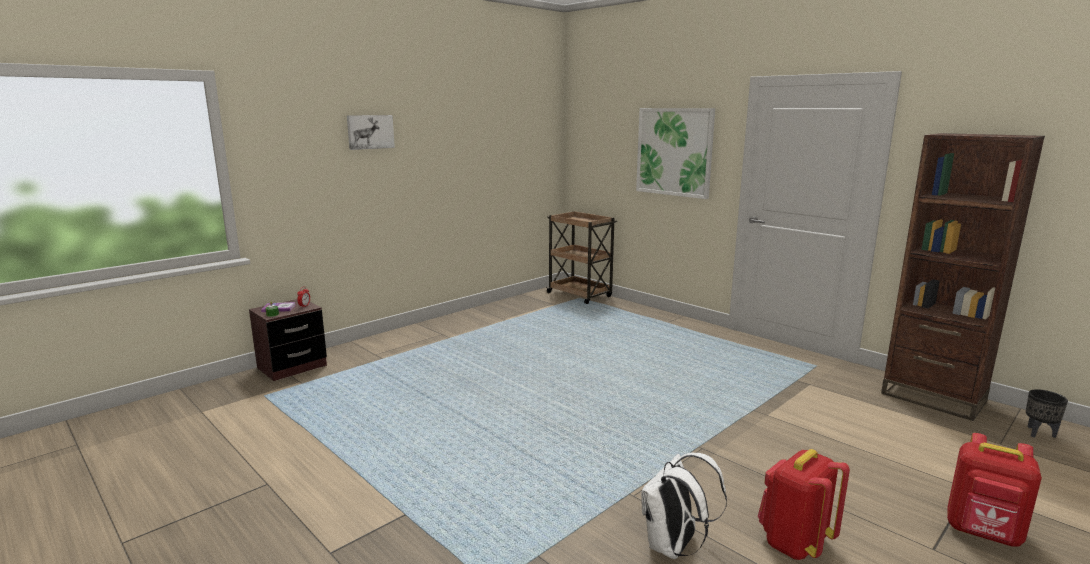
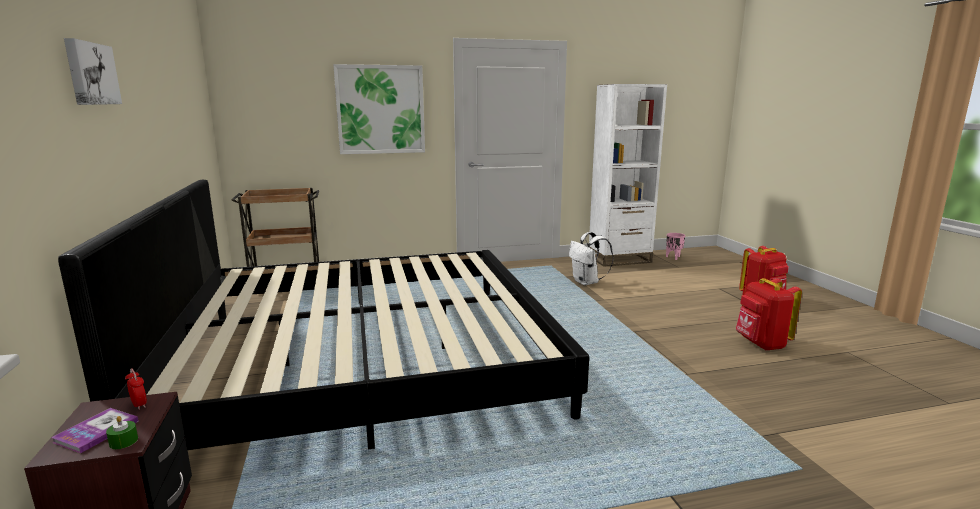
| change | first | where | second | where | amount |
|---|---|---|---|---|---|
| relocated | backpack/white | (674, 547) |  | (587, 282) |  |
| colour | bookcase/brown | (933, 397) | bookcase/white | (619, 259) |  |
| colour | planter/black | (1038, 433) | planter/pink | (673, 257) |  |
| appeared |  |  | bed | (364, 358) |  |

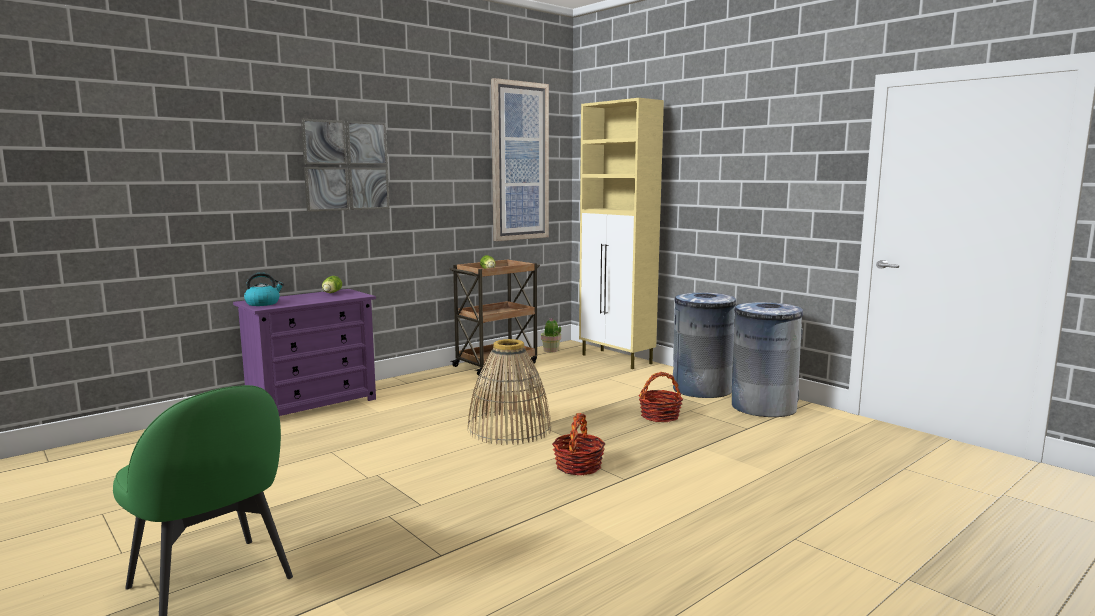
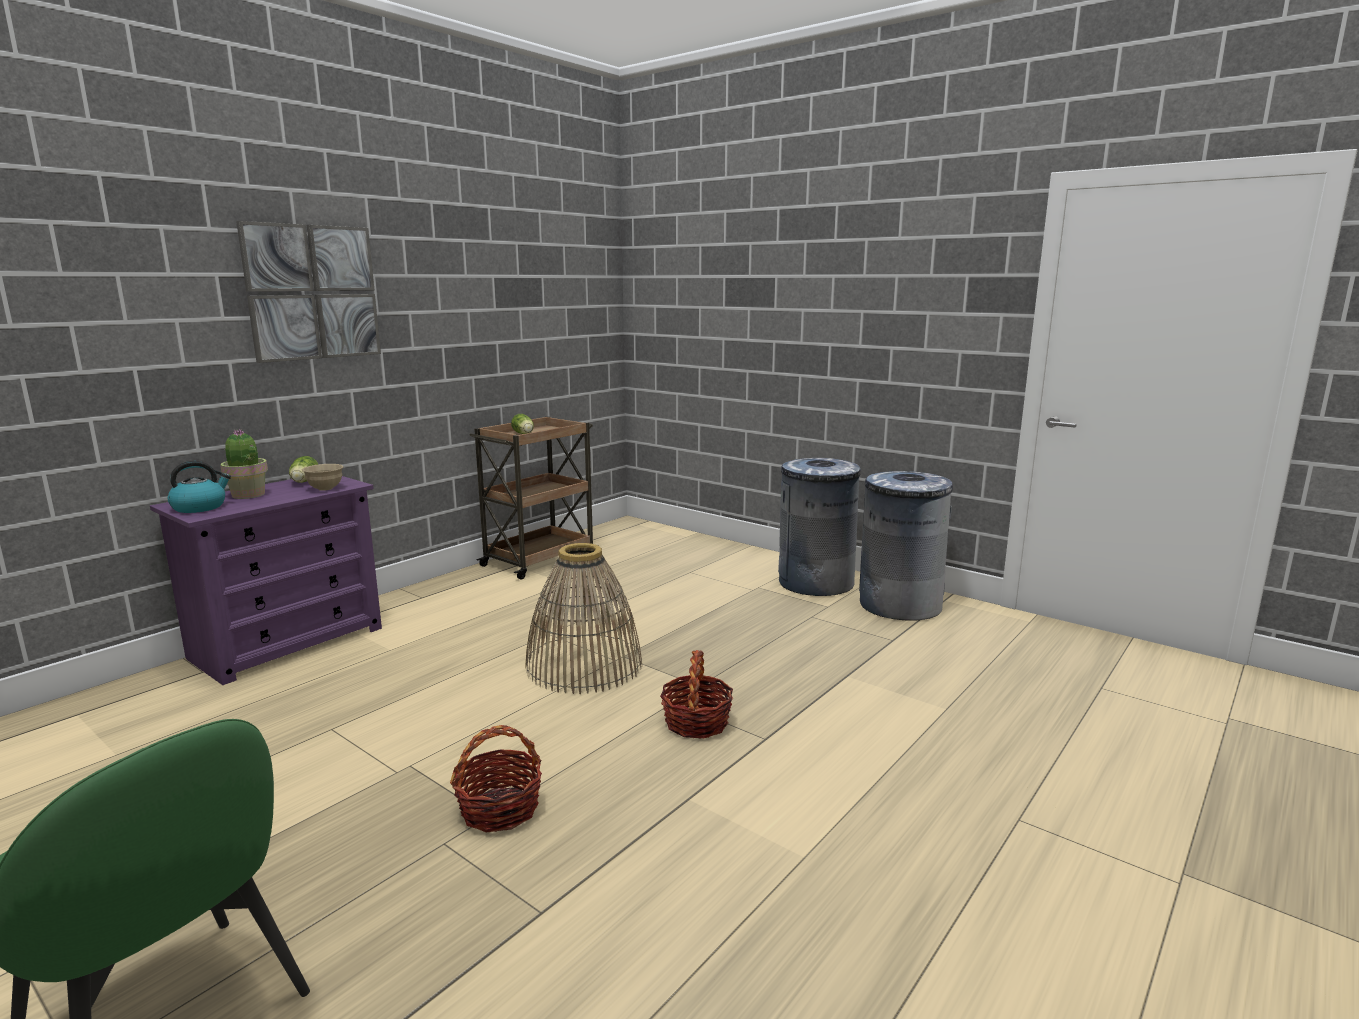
| change | first | where | second | where | amount |
|---|---|---|---|---|---|
| missing | picture | (519, 161) |  |  |  |
| relocated | potted plant | (551, 350) |  | (248, 495) |  |
| missing | cabinet/beige | (617, 359) |  |  |  |
| relocated | basket | (660, 416) |  | (500, 809) |  |
| appeared |  |  | bowl/beige | (325, 489) |  |

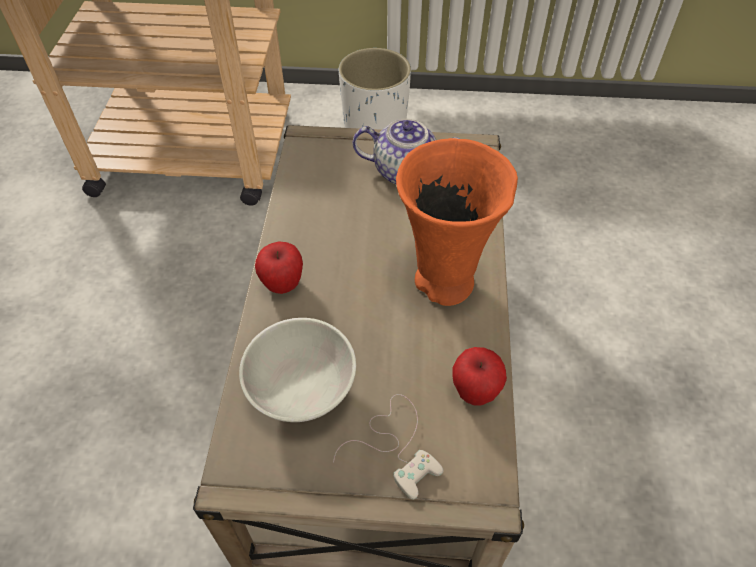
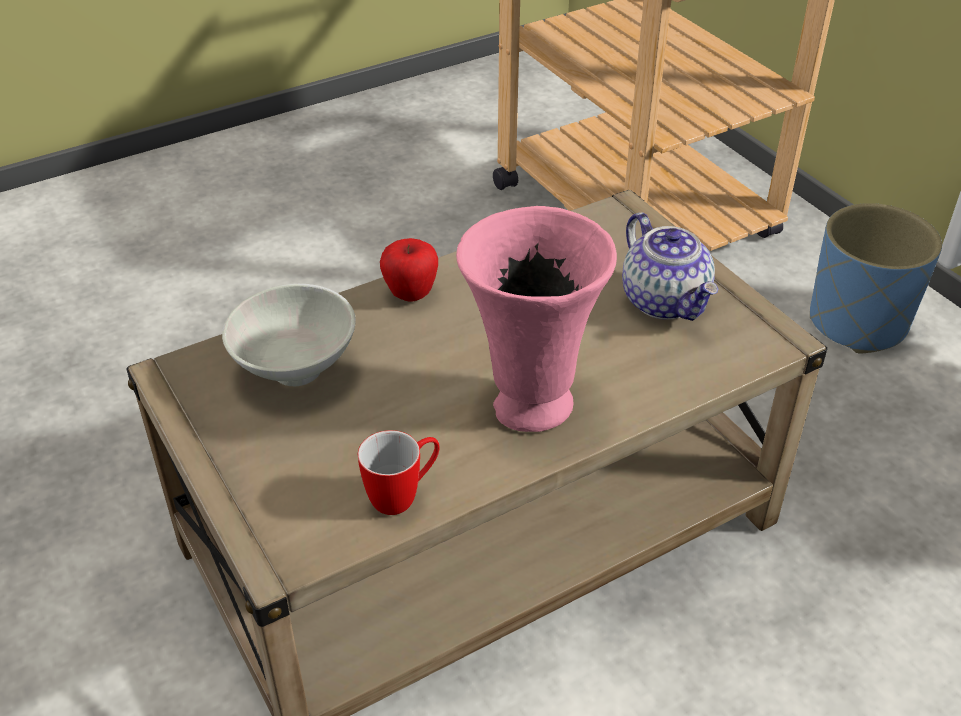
| change | first | where | second | where | amount |
|---|---|---|---|---|---|
| missing | game controller/white | (396, 445) |  |  |  |
| colour | planter/white | (375, 127) | planter/blue | (858, 323) |  |
| colour | vase/orange | (444, 284) | vase/pink | (529, 406) |  |
| exchanged | apple | (475, 392) | mug | (403, 495) |  |

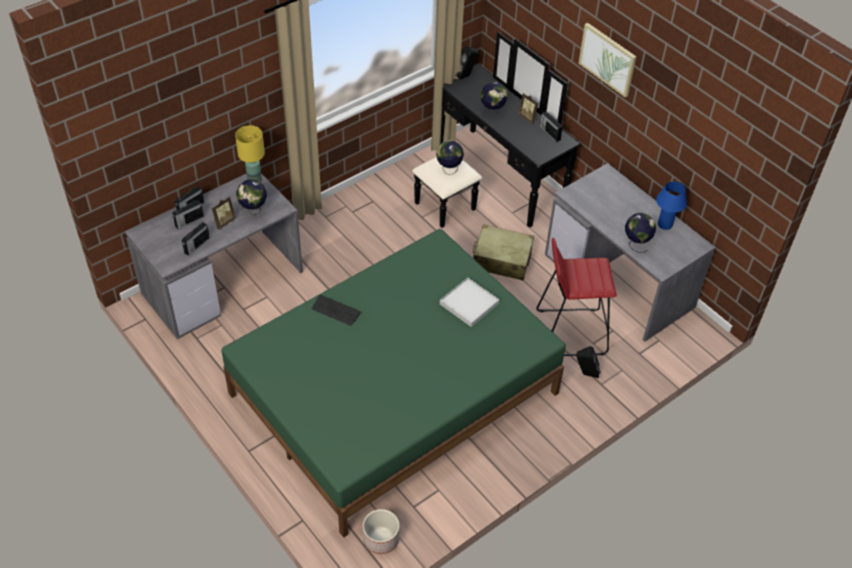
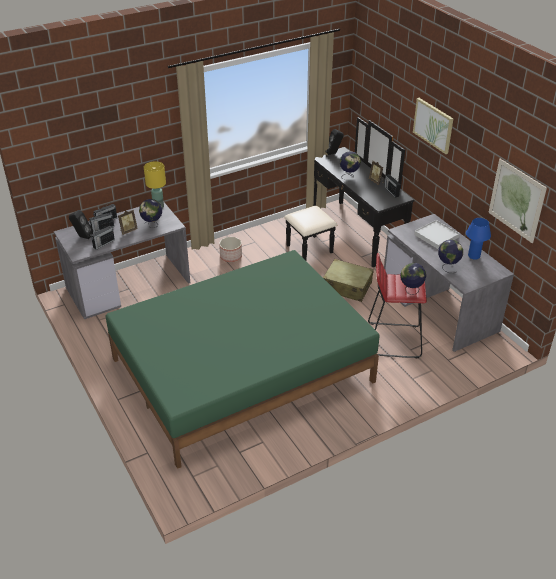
| change | first | where | second | where | amount |
|---|---|---|---|---|---|
| missing | keyboard | (335, 311) |  |  |  |
| relocated | planter | (381, 538) |  | (231, 256) |  |
| relocated | globe | (449, 170) |  | (411, 290) |  |
| relocated | tray/white | (469, 303) |  | (436, 236) |  |
| relocated | speaker/black | (585, 373) |  | (82, 237) |  |
| appeared |  |  | picture | (516, 200) |  |

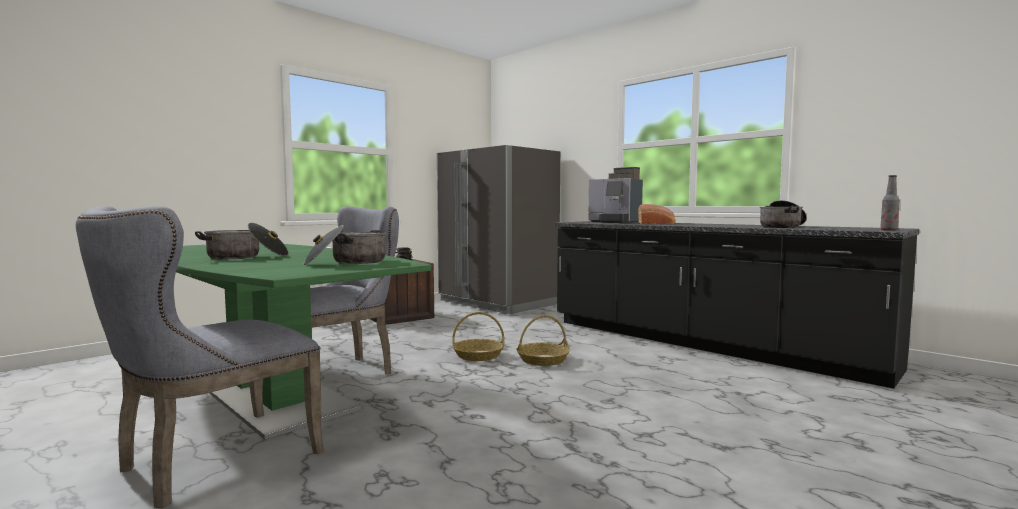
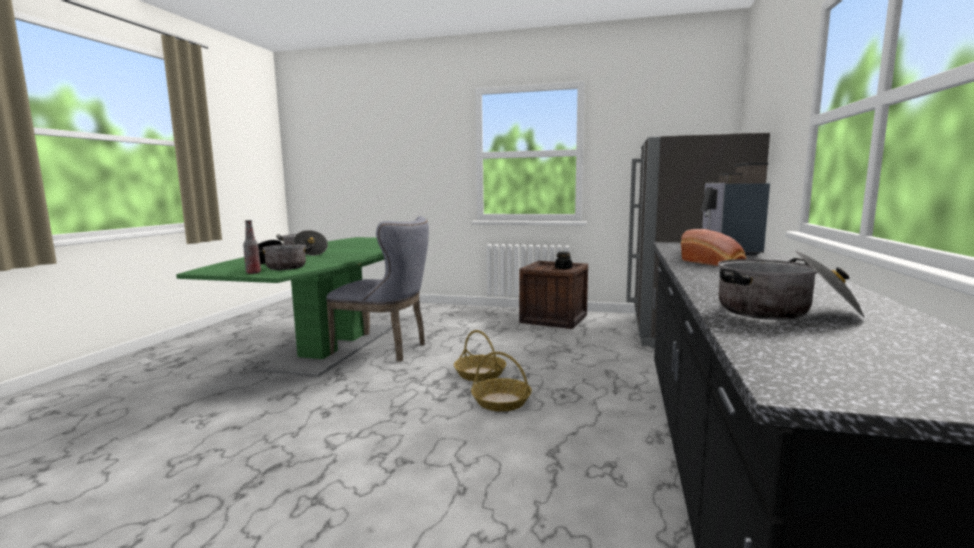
| change | first | where | second | where | amount |
|---|---|---|---|---|---|
| missing | chair/grey | (209, 463) |  |  |  |
| relocated | bottle | (888, 230) |  | (253, 273) |  |

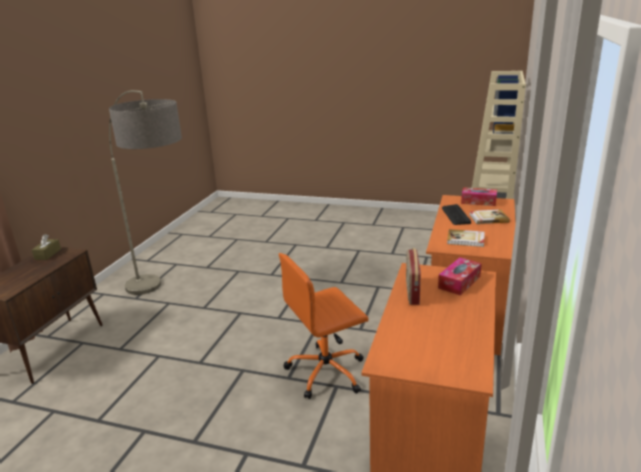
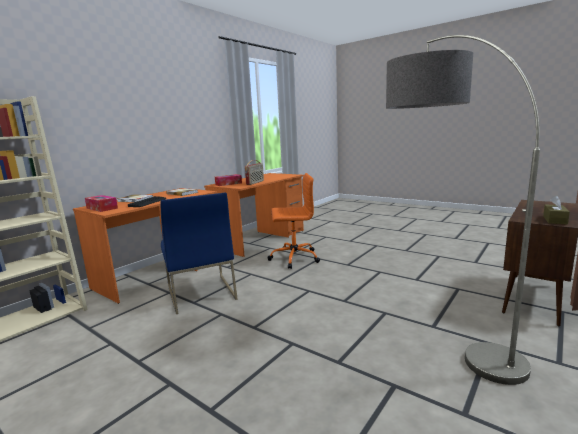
| change | first | where | second | where | amount |
|---|---|---|---|---|---|
| appeared |  |  | chair/blue | (200, 293) |  |

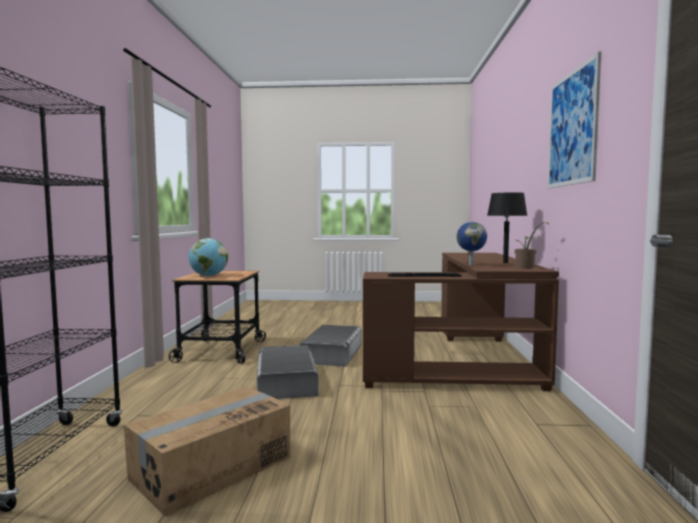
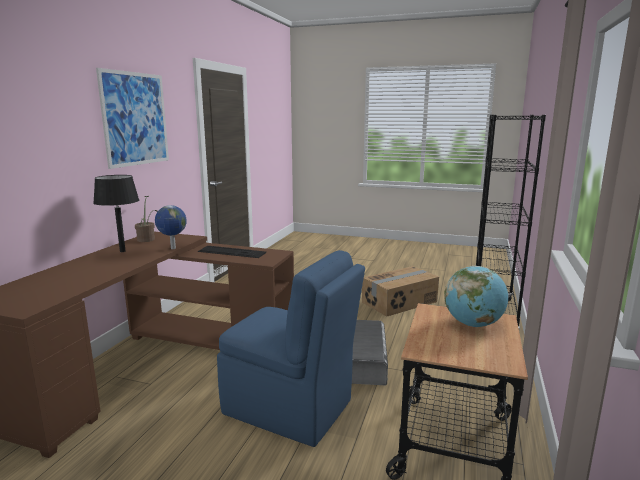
| change | first | where | second | where | amount |
|---|---|---|---|---|---|
| exchanged | storage box/grey | (331, 353) | chair/blue | (290, 408) |  |

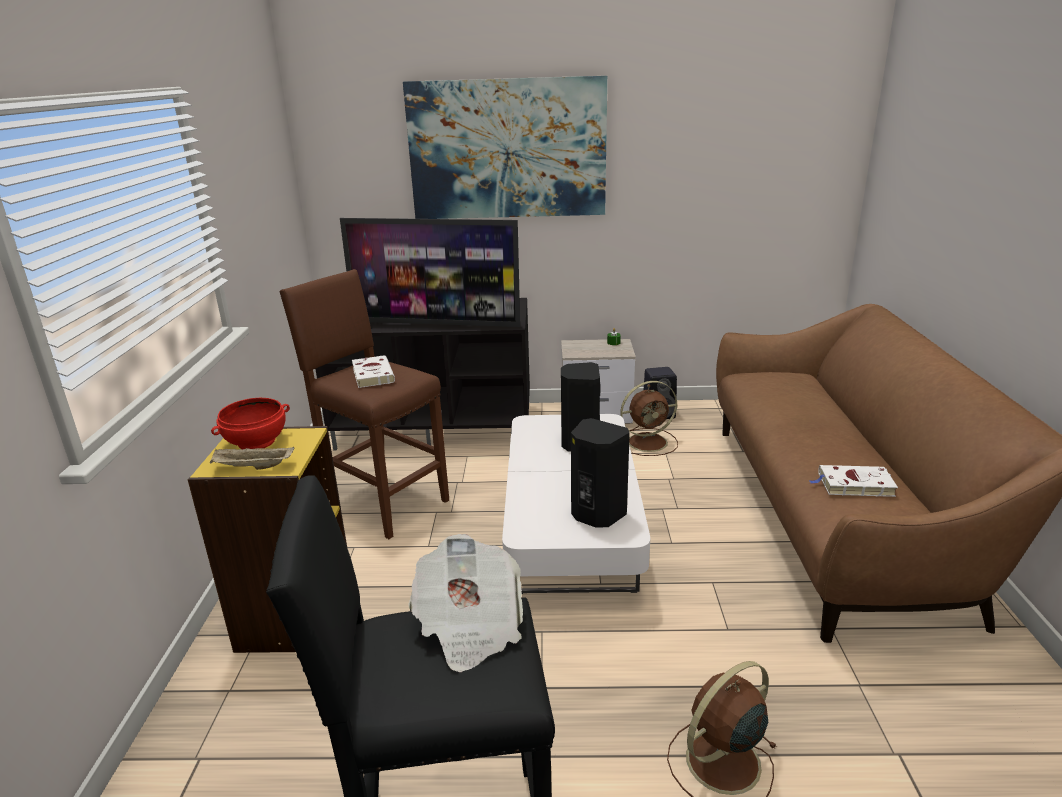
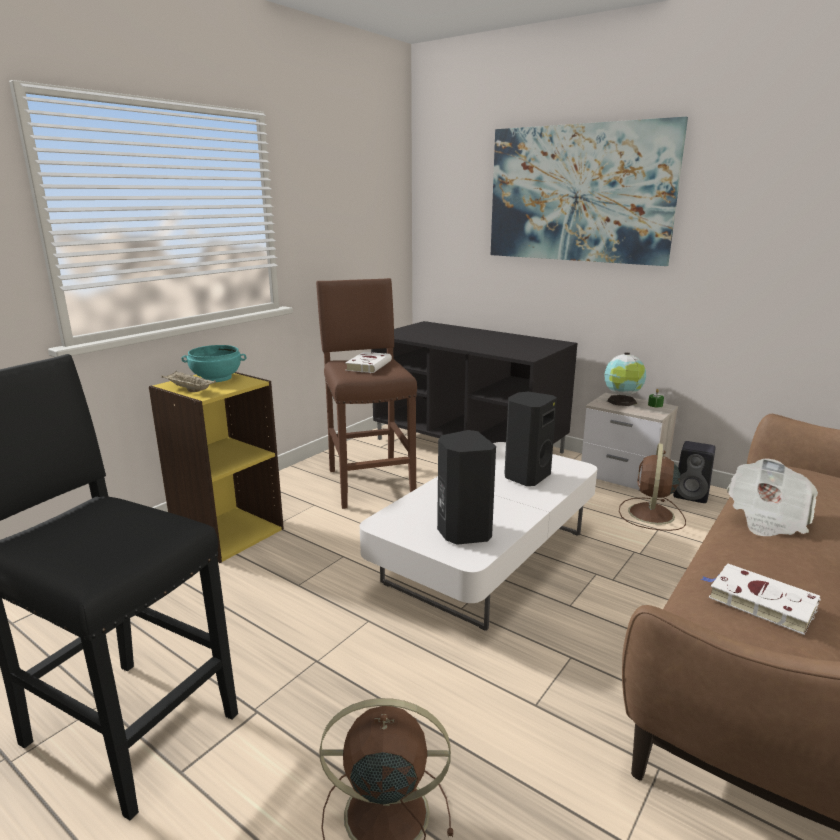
| change | first | where | second | where | amount |
|---|---|---|---|---|---|
| colour | bowl/red | (256, 442) | bowl/turquoise | (217, 378) |  |
| missing | television | (436, 323) |  |  |  |
| relocated | newspaper | (469, 626) |  | (766, 518) |  |
| spun | fan/brown | (649, 442) |  | (651, 515) | 90 degrees clockwise |
| appeared |  |  | globe | (622, 402) |  |

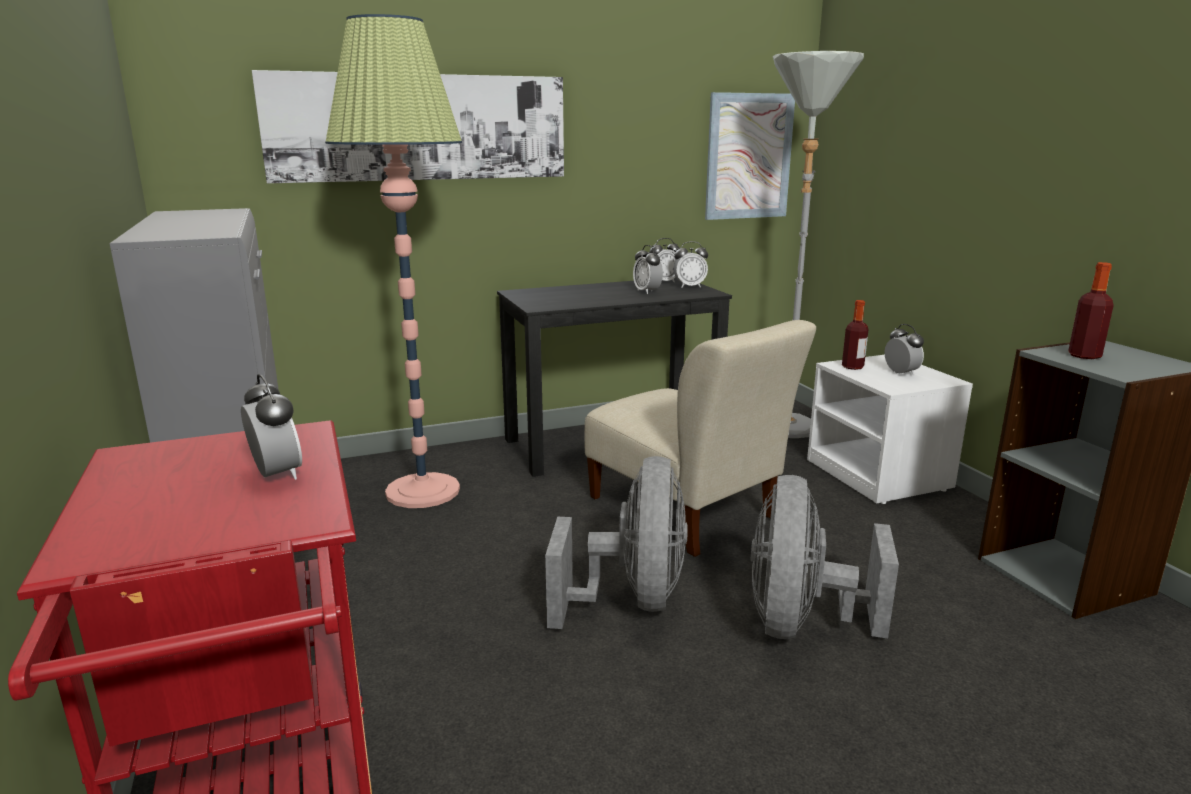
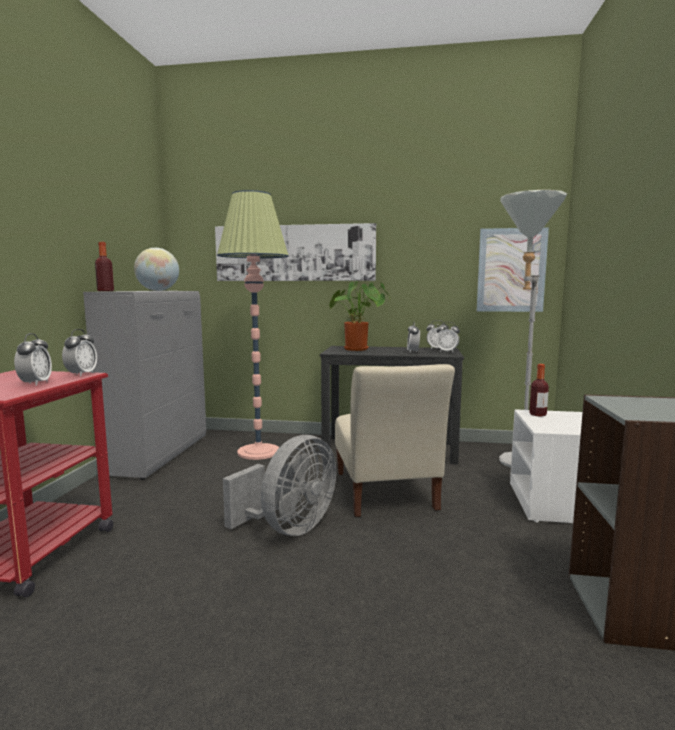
| change | first | where | second | where | amount |
|---|---|---|---|---|---|
| missing | fan/grey | (800, 623) |  |  |  |
| relocated | alarm clock | (901, 373) |  | (81, 374) |  |
| relocated | bottle | (1084, 356) |  | (105, 291) |  |
| appeared |  |  | globe | (158, 290) |  |
| appeared |  |  | potted plant | (359, 349) |  |

